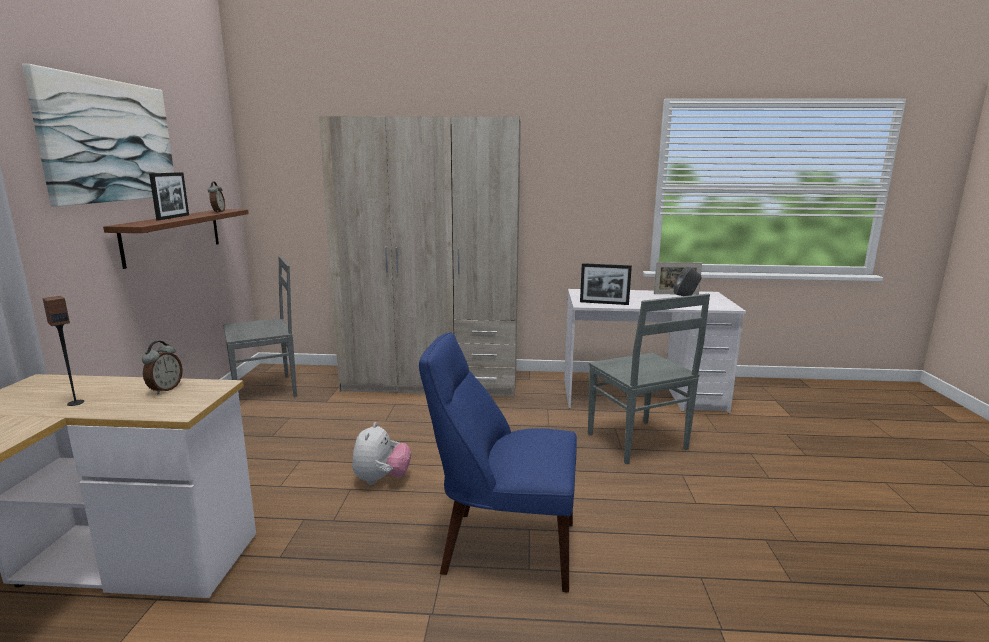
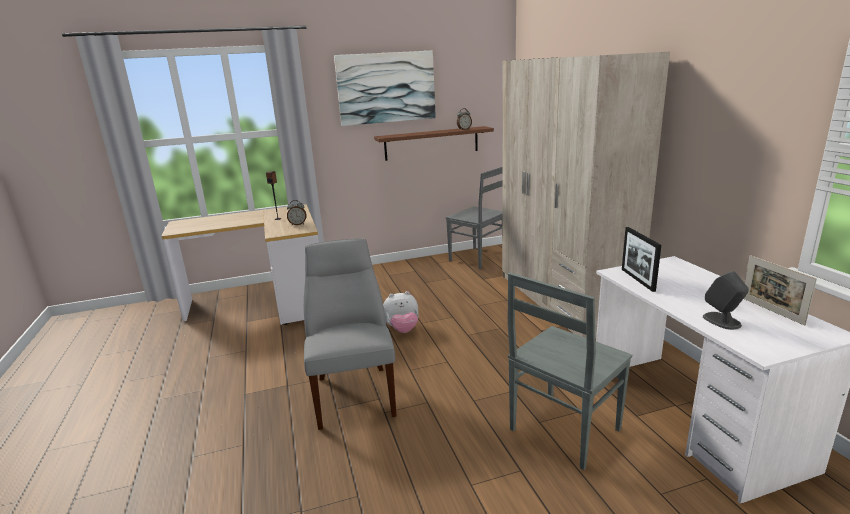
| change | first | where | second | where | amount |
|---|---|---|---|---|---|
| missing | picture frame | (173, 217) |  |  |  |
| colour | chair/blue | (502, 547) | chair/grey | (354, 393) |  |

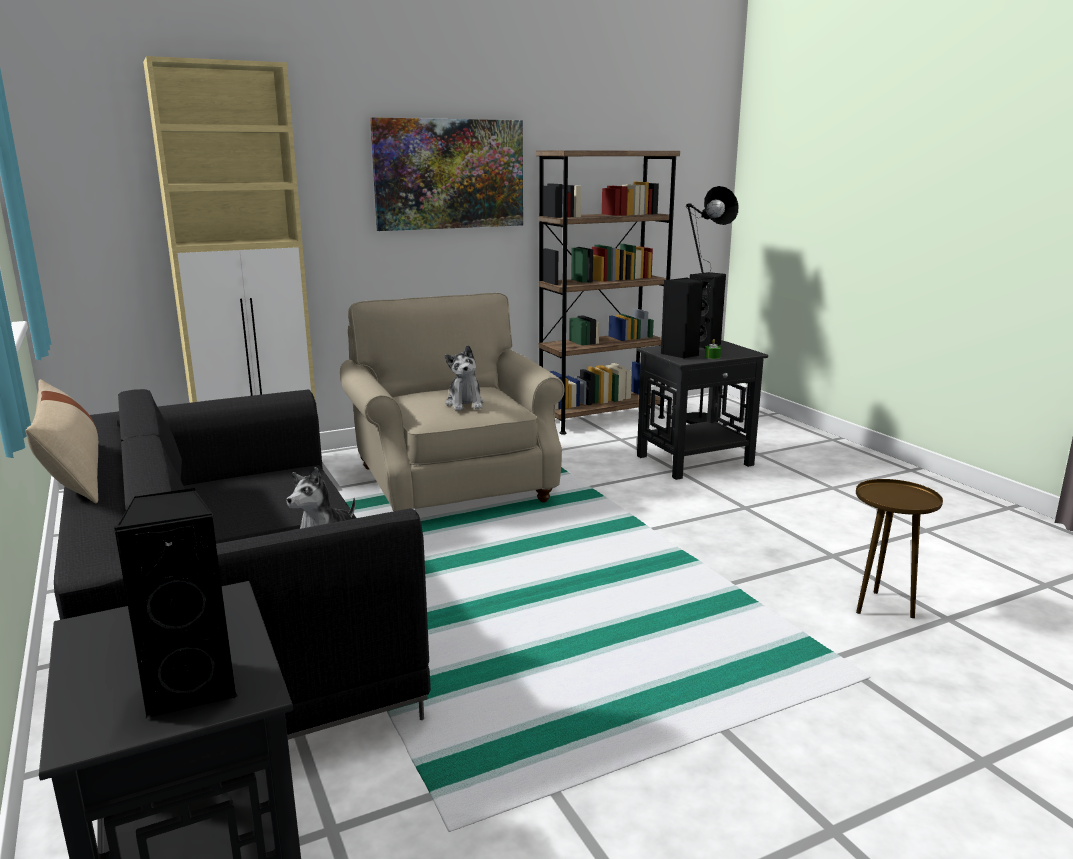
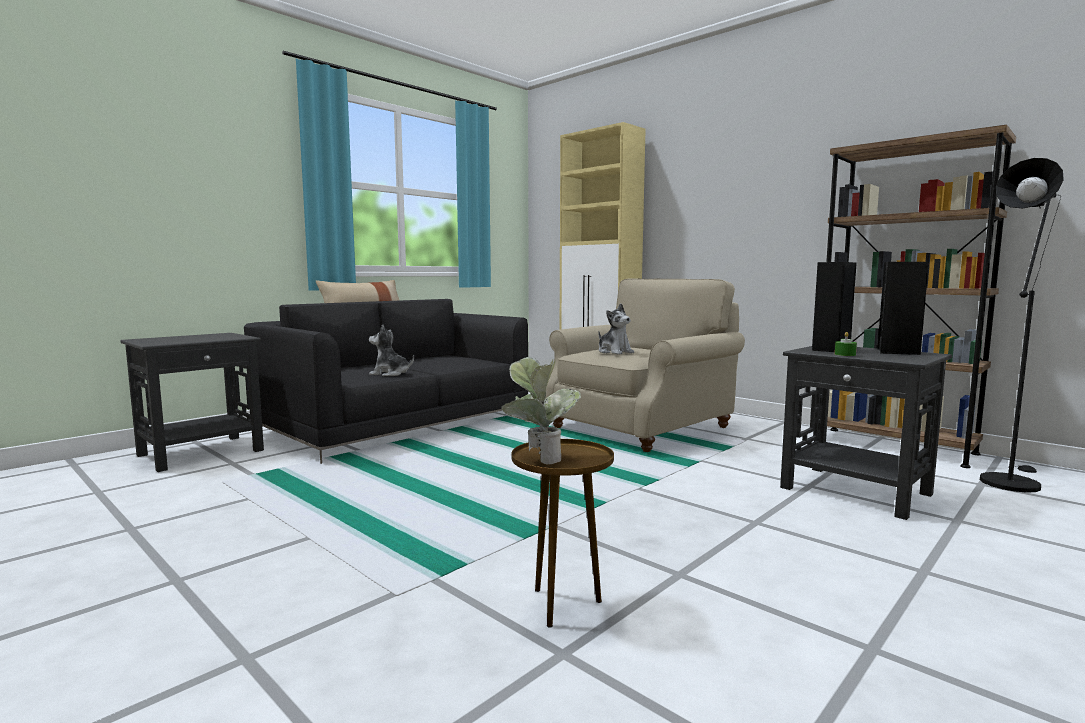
| change | first | where | second | where | amount |
|---|---|---|---|---|---|
| missing | speaker/black | (192, 687) |  |  |  |
| missing | picture | (449, 174) |  |  |  |
| spun | plush toy | (465, 404) |  | (614, 352) | 90 degrees counterclockwise |
| appeared |  |  | potted plant | (539, 458) |  |

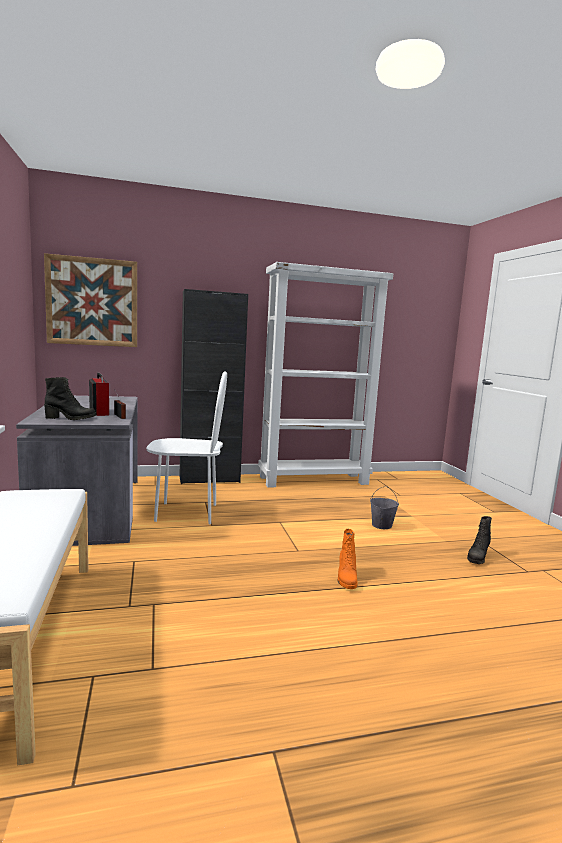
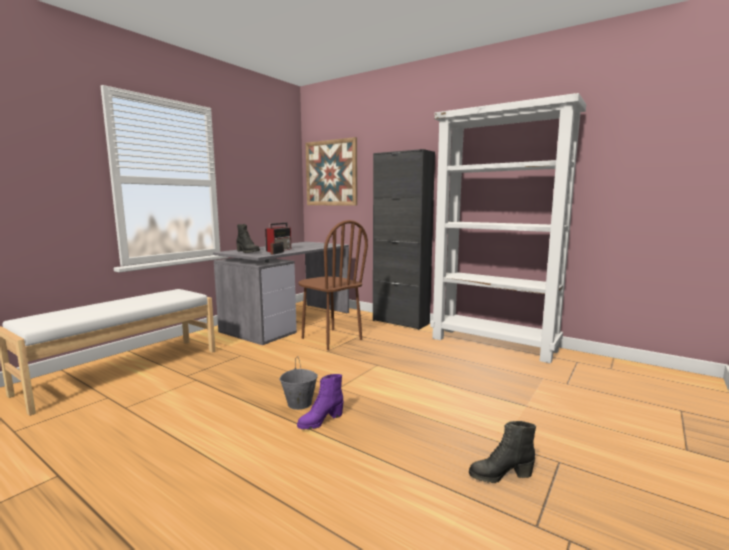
| change | first | where | second | where | amount |
|---|---|---|---|---|---|
| colour | chair/white | (186, 513) | chair/brown | (331, 339) |  |
| colour | boot/orange | (346, 578) | boot/purple | (320, 421) |  |
| relocated | bucket/grey | (381, 525) |  | (299, 404) |  |

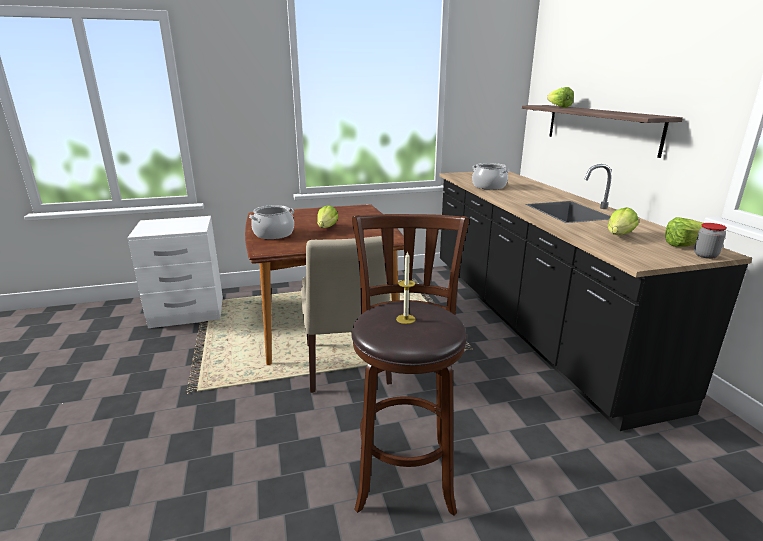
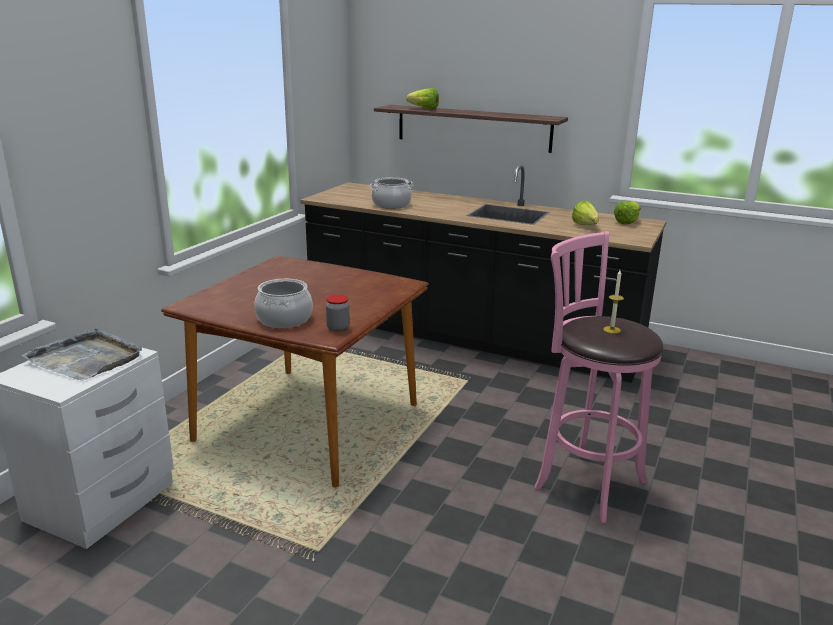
| change | first | where | second | where | amount |
|---|---|---|---|---|---|
| missing | chair/beige | (347, 366) |  |  |  |
| missing | lettuce | (325, 229) |  |  |  |
| colour | stool/brown | (404, 472) | stool/pink | (585, 482) |  |
| relocated | jar | (705, 255) |  | (338, 328) |  |
| appeared |  |  | tray/grey | (87, 358) |  |

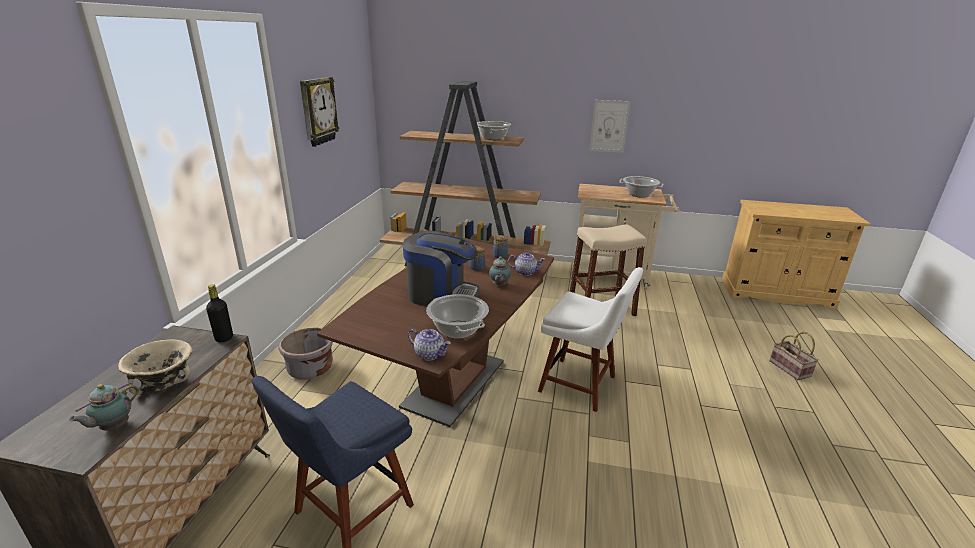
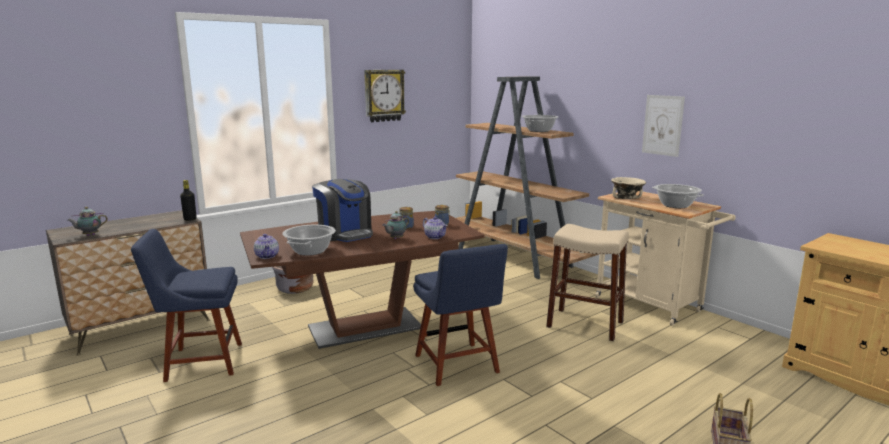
| change | first | where | second | where | amount |
|---|---|---|---|---|---|
| relocated | bowl/beige | (163, 383) |  | (626, 198) |  |
| colour | chair/white | (581, 385) | chair/blue | (458, 366) |  |

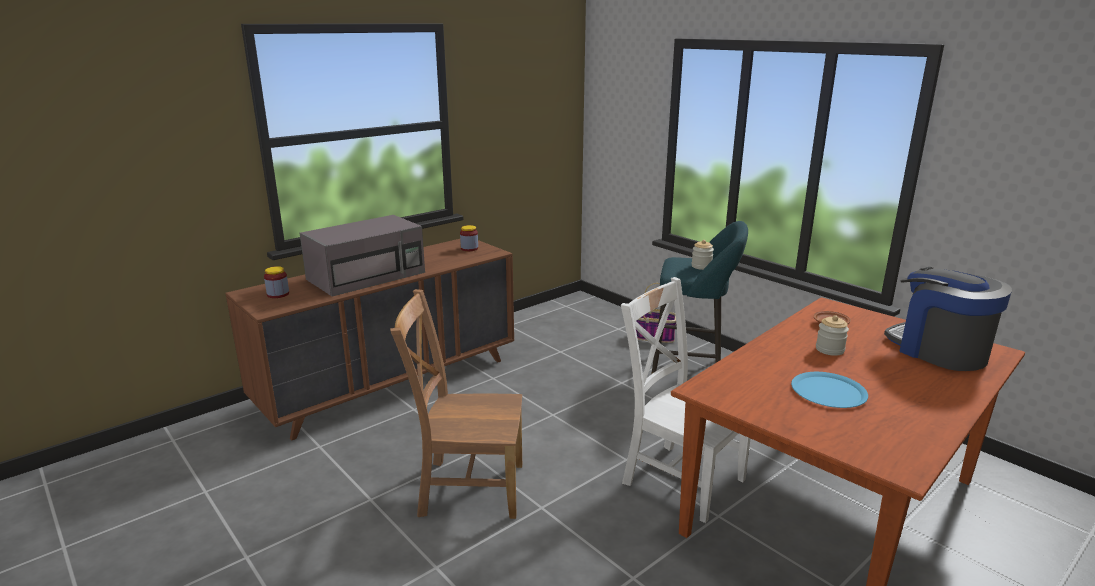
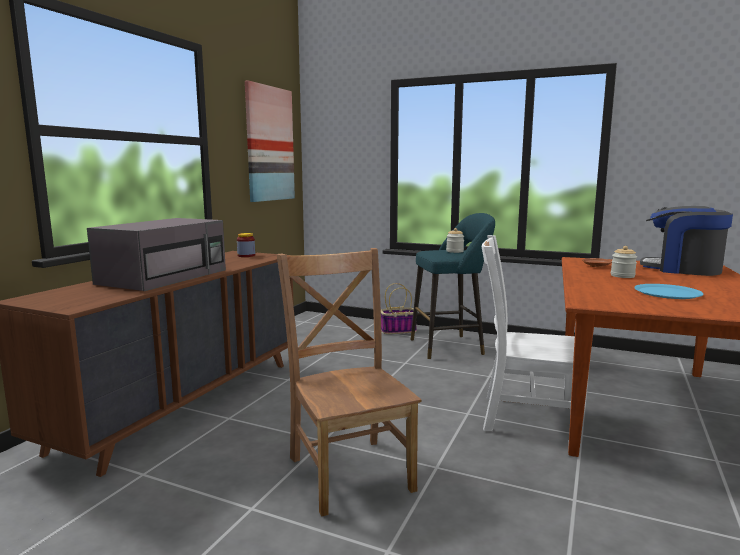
| change | first | where | second | where | amount |
|---|---|---|---|---|---|
| missing | jar | (278, 294) |  |  |  |
| spun | chair/brown | (467, 488) |  | (349, 470) | 90 degrees clockwise |
| appeared |  |  | picture | (269, 144) |  |

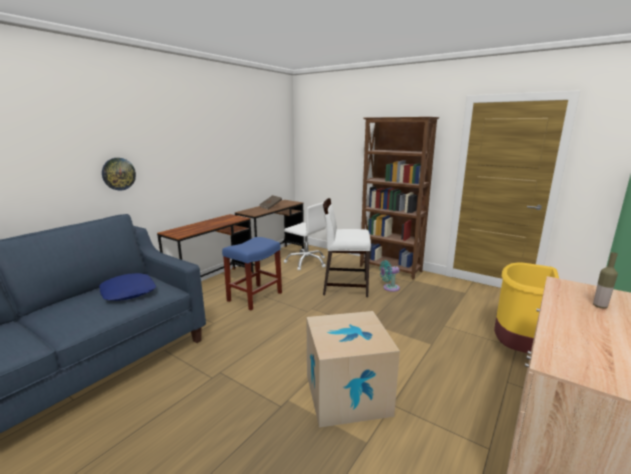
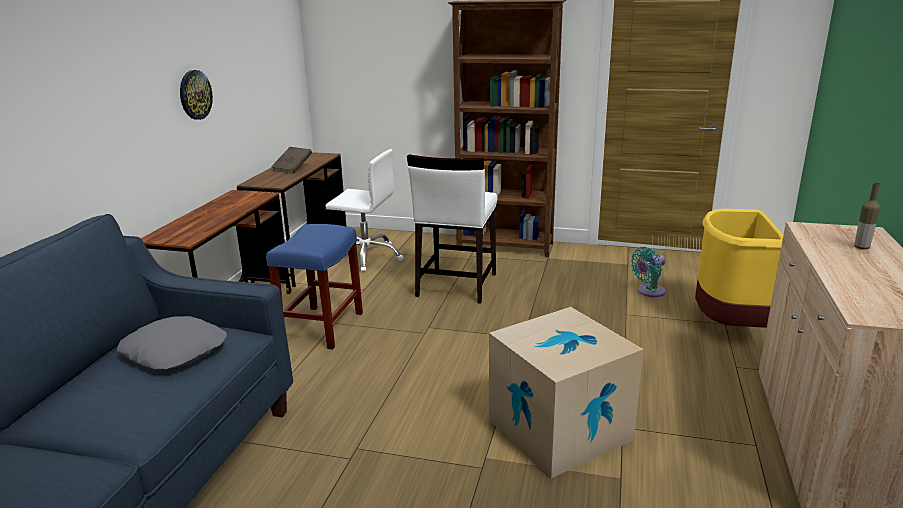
| change | first | where | second | where | amount |
|---|---|---|---|---|---|
| colour | pillow/blue | (129, 292) | pillow/grey | (175, 352) |  |
| relocated | wall clock | (118, 174) |  | (195, 95) |  |
| spun | chair/white | (345, 286) |  | (455, 285) | 60 degrees counterclockwise |
| relocated | fan/turquoise | (389, 288) |  | (649, 292) |  |

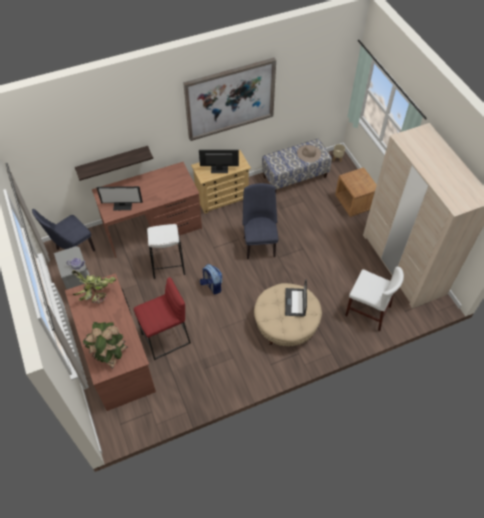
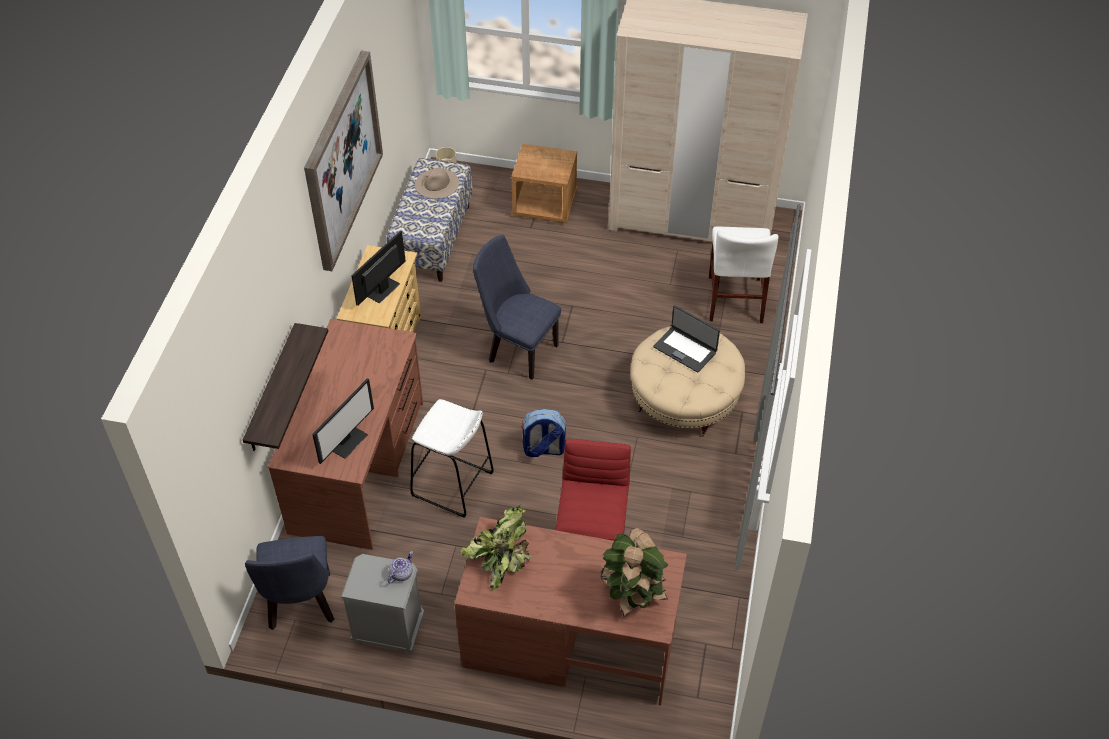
| change | first | where | second | where | amount |
|---|---|---|---|---|---|
| spun | chair/white | (368, 311) |  | (735, 299) | 120 degrees clockwise |

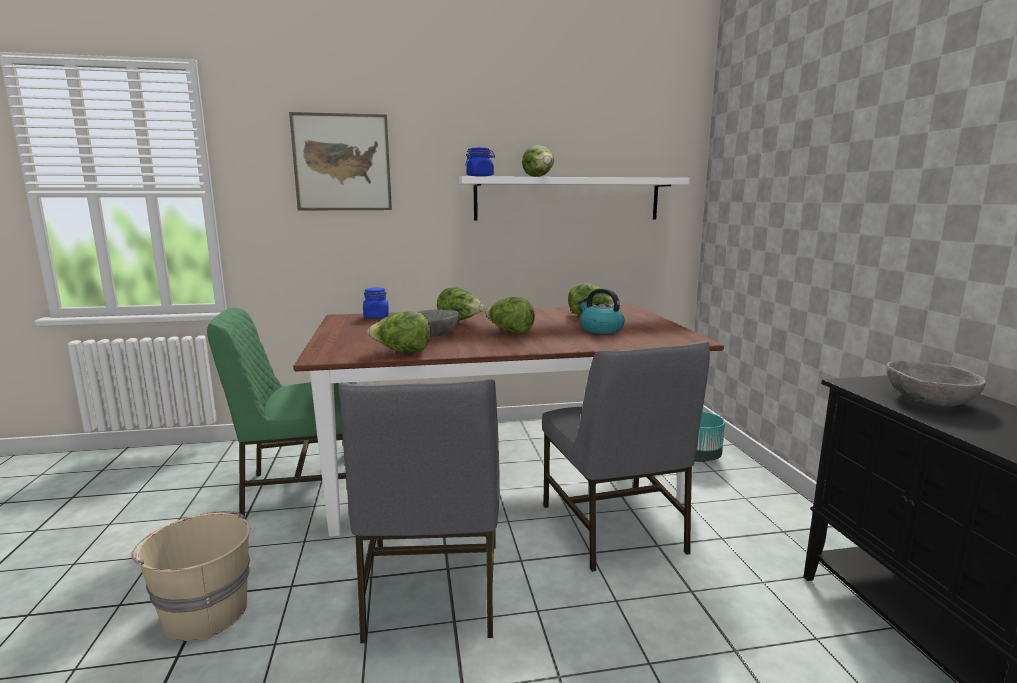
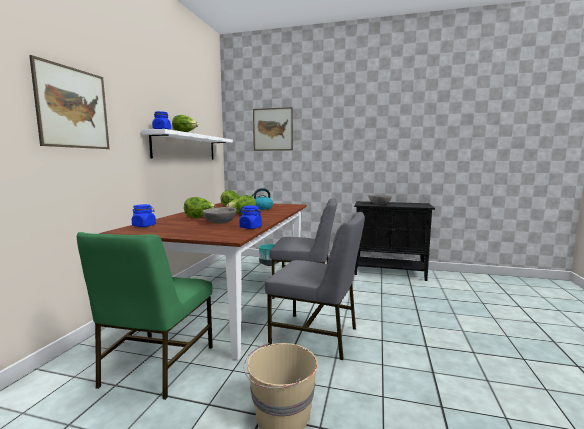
| change | first | where | second | where | amount |
|---|---|---|---|---|---|
| exchanged | lettuce | (402, 352) | jar/blue | (250, 227) |  |
| appeared |  |  | picture | (273, 129) |  |

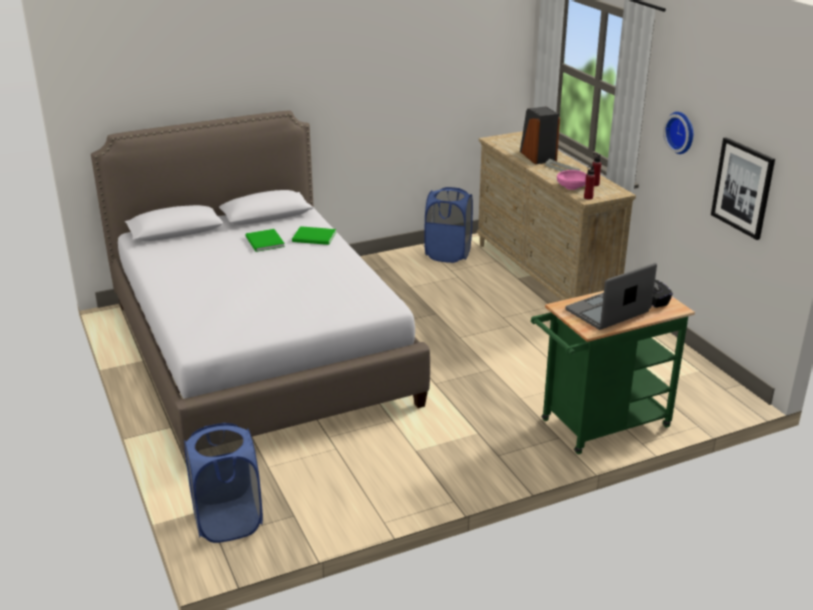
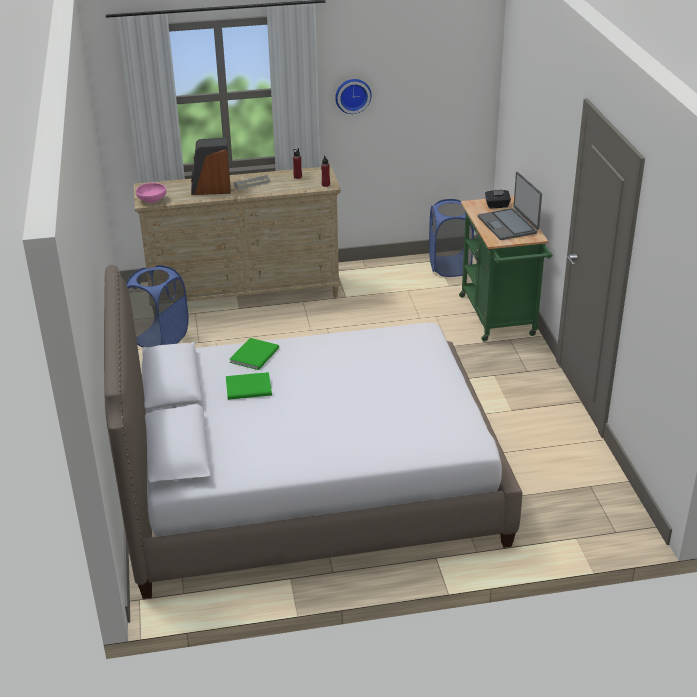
| change | first | where | second | where | amount |
|---|---|---|---|---|---|
| relocated | laundry basket/blue | (228, 521) |  | (449, 266) |  |
| relocated | bowl/pink | (571, 187) |  | (152, 200) |  |
| missing | picture | (743, 187) |  |  |  |

